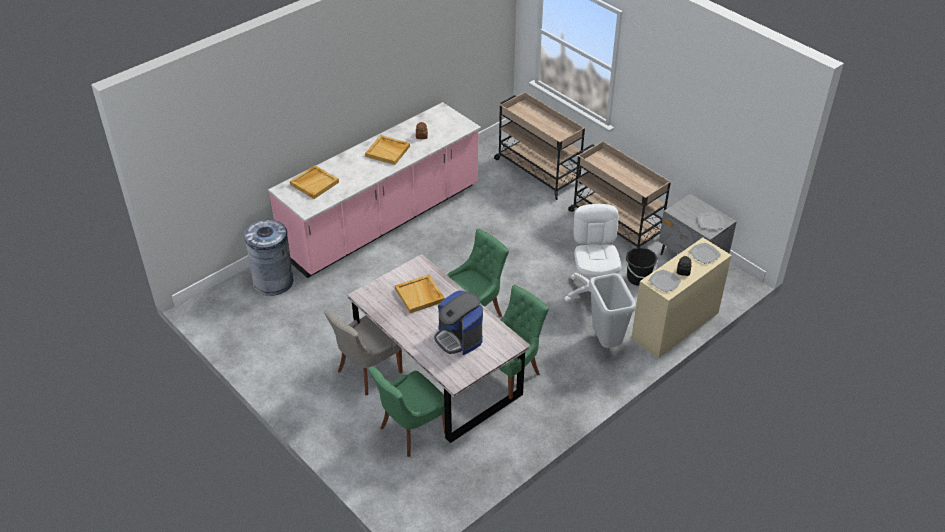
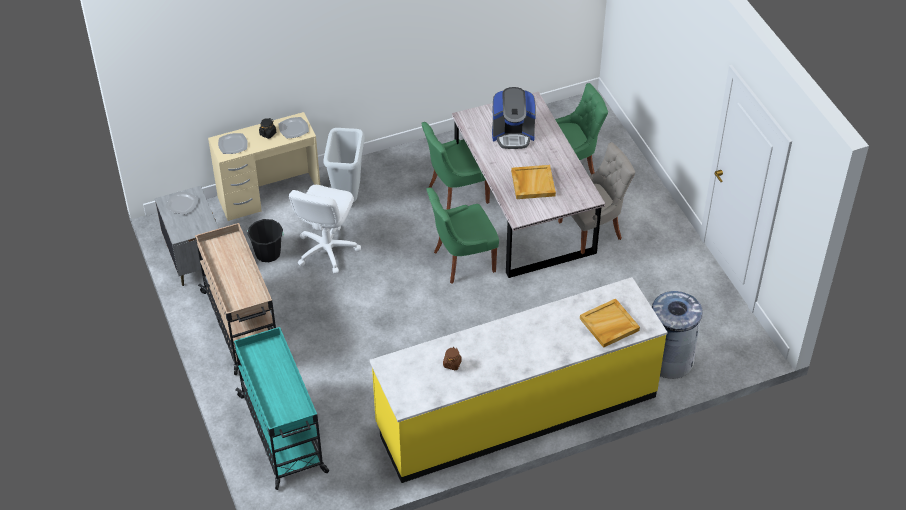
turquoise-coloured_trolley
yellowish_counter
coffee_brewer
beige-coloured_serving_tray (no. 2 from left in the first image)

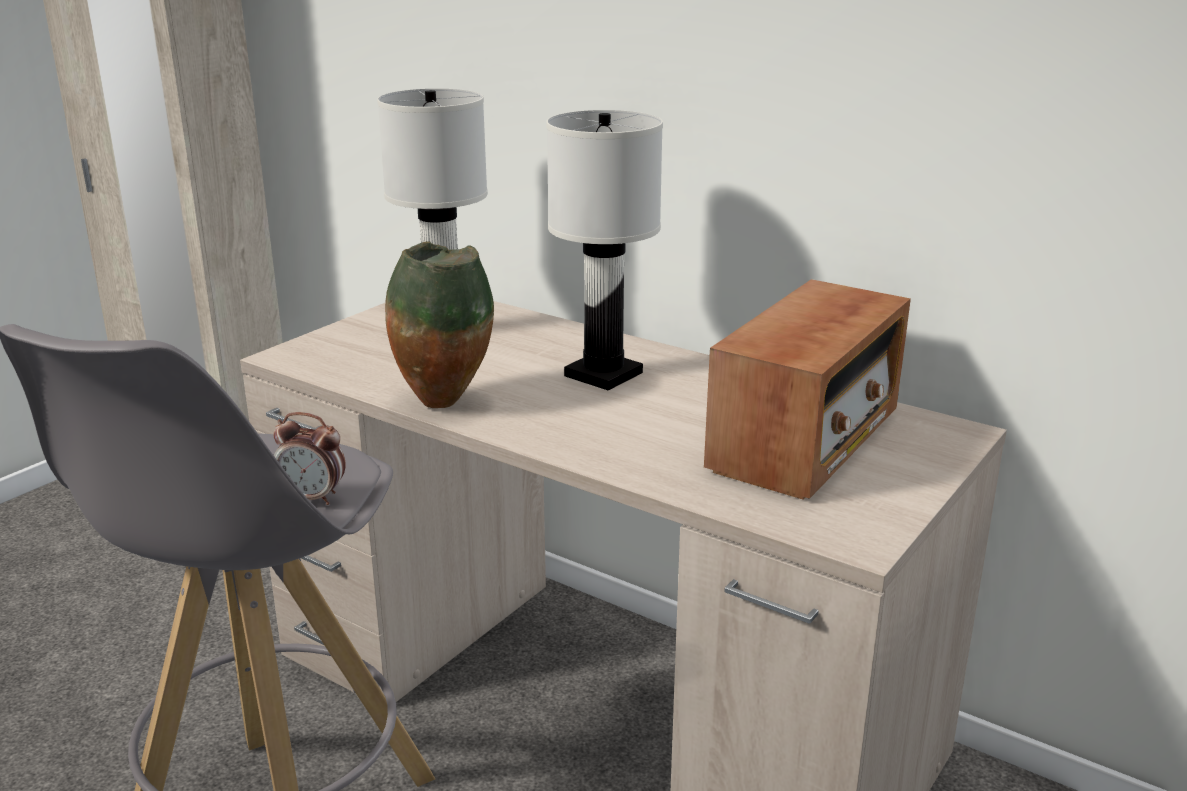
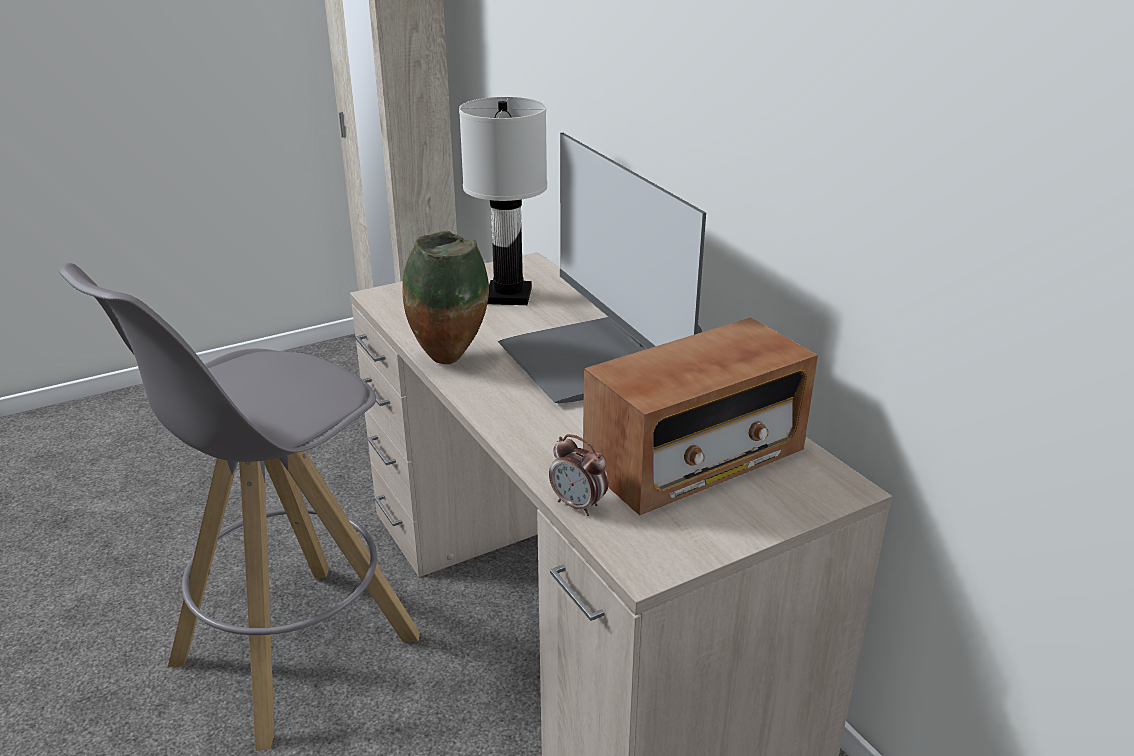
computer_display
table_clock

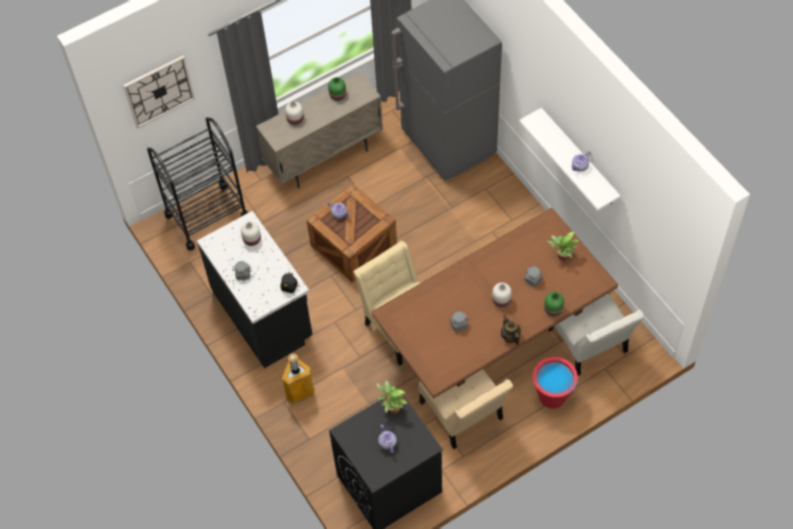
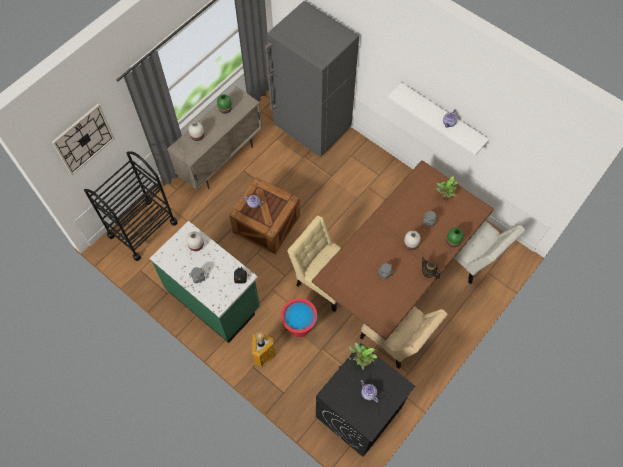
green_counter
red-coloured_water_bucket

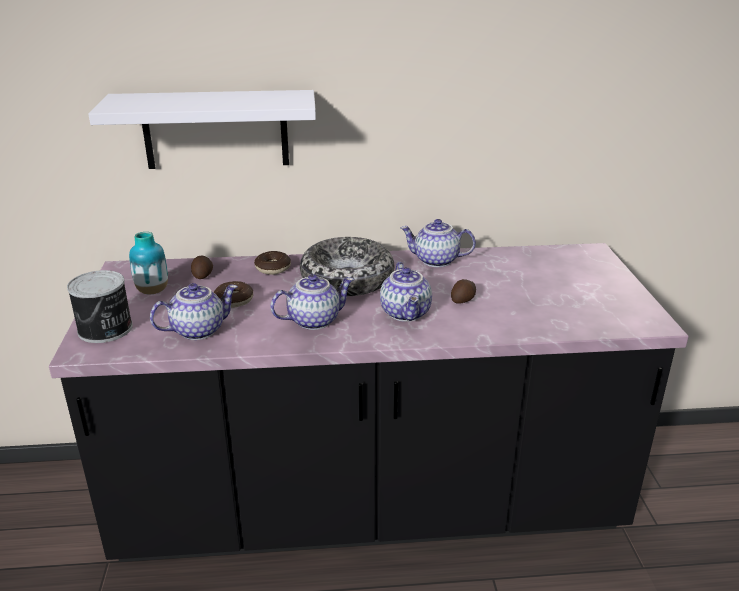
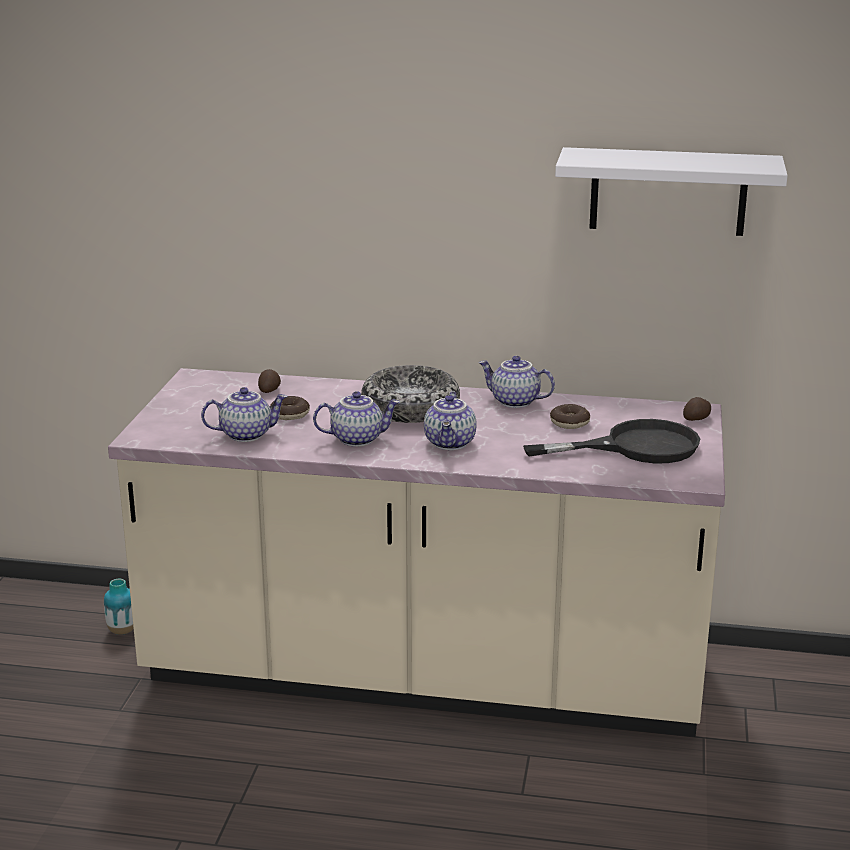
flower_vase
beige-coloured_counter
black-coloured_frying_pan
doughnut (no. 2 from left)
white-coloured_wall_shelf
spud (no. 2 from left)
can

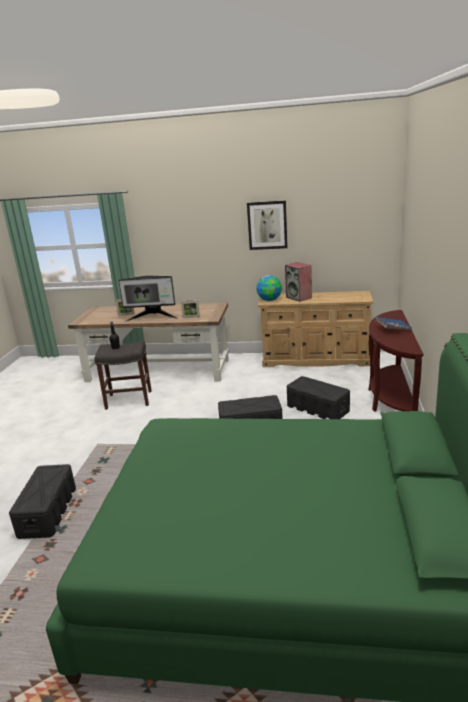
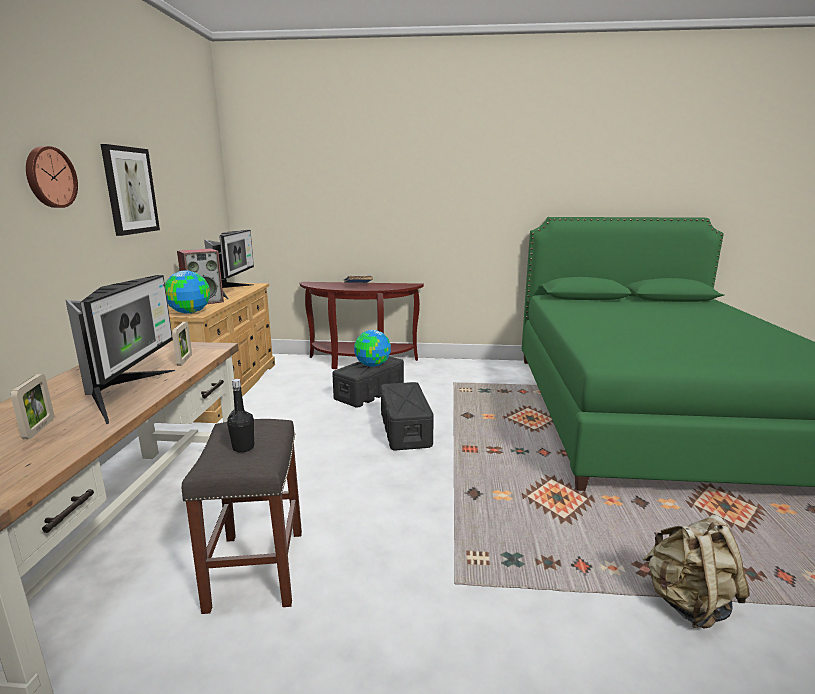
hanging_clock
computer_display (no. 2 from left)
globe (no. 2 from left)
beige-coloured_knapsack

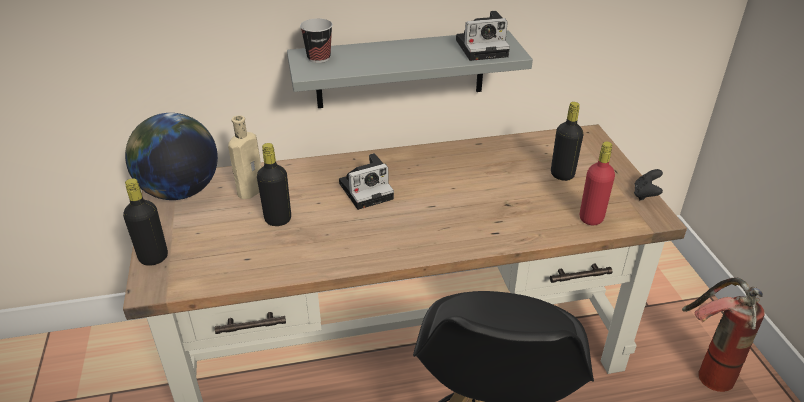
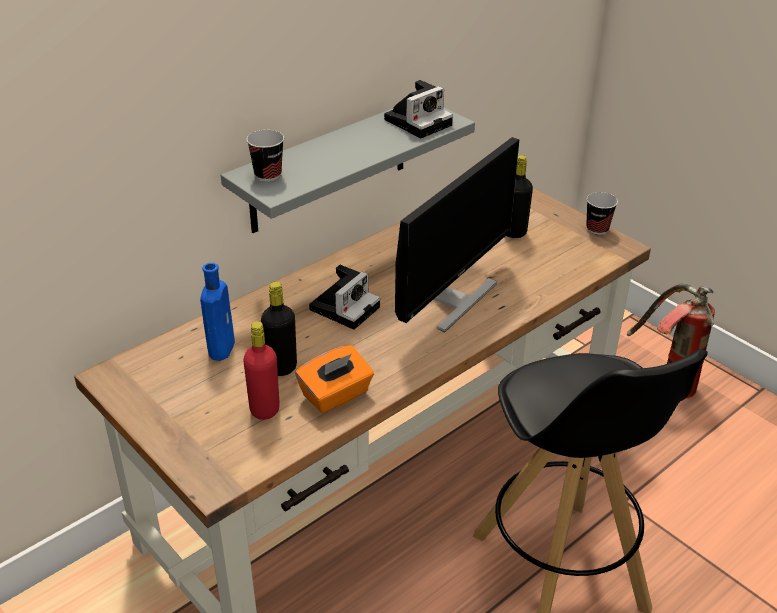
bluish_bottle
red-coloured_bottle
orangey_tissue_box
computer_display
cup (no. 2 from left)
black-coloured_bottle (no. 1 from left in the first image)
globe

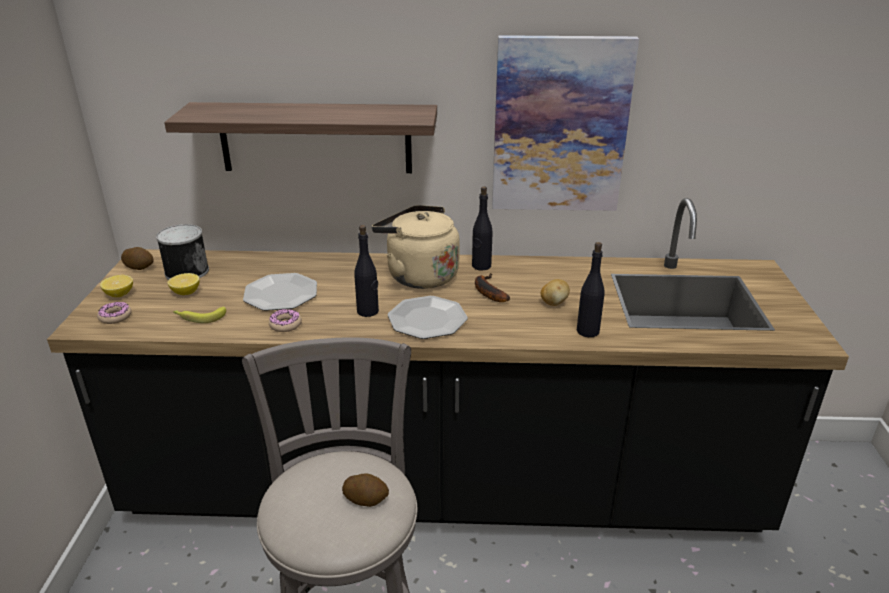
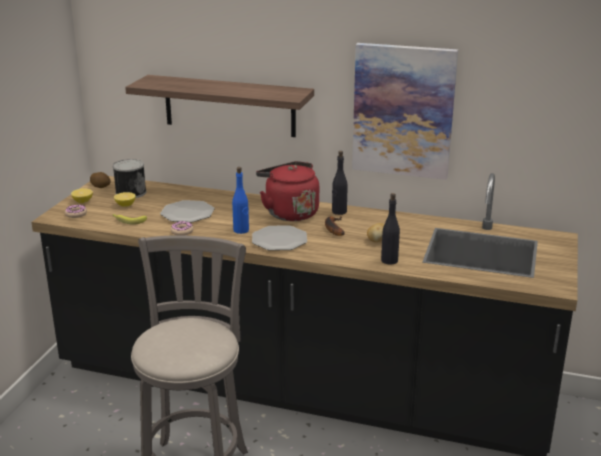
bluish_bottle
red-coloured_kettle
spud (no. 2 from left in the first image)

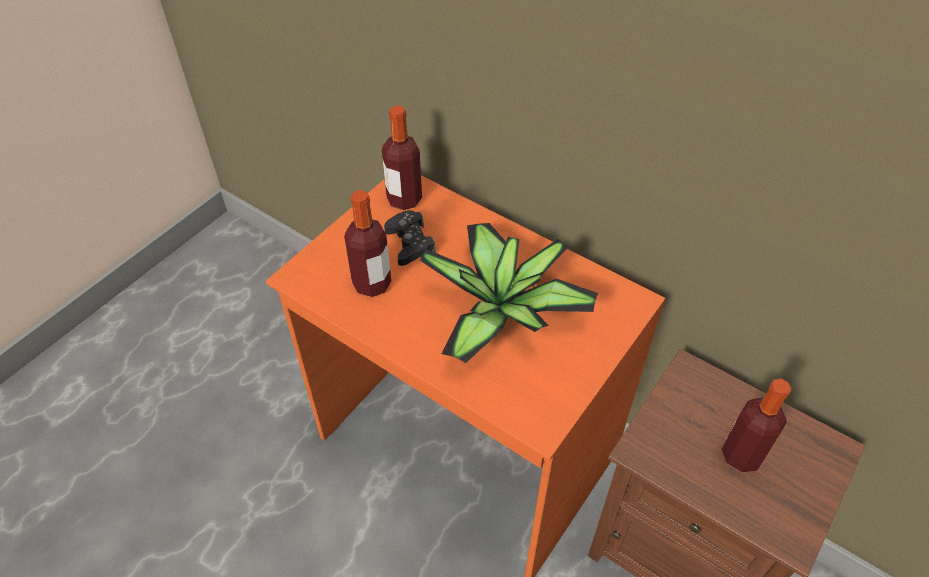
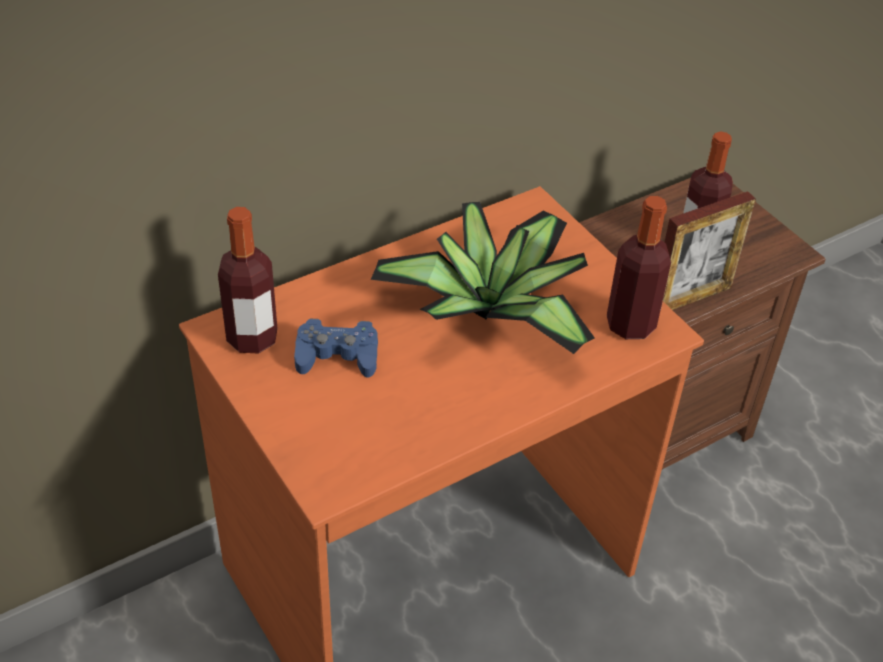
bluish_game_controller
bottle (no. 2 from left)
picture_frame

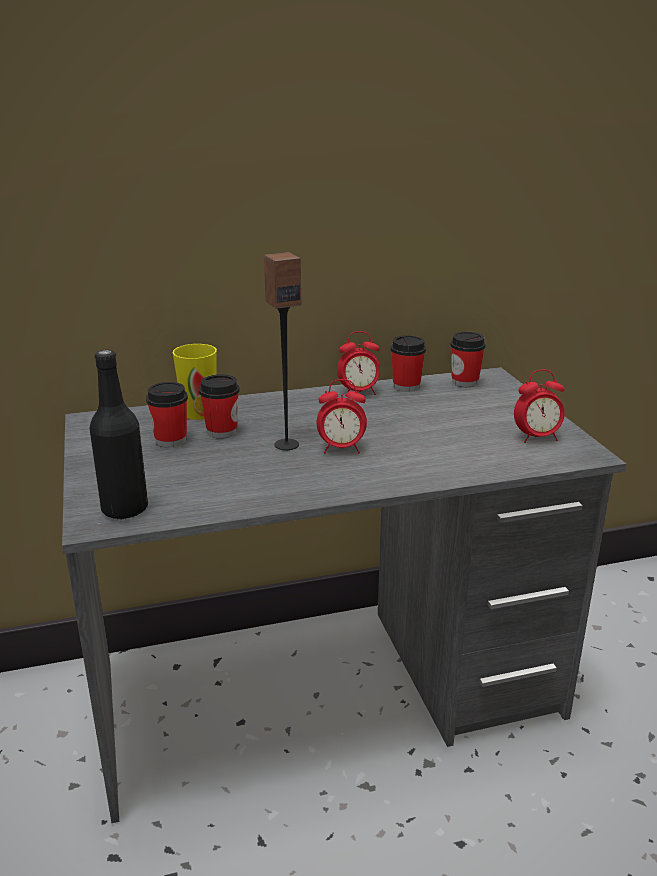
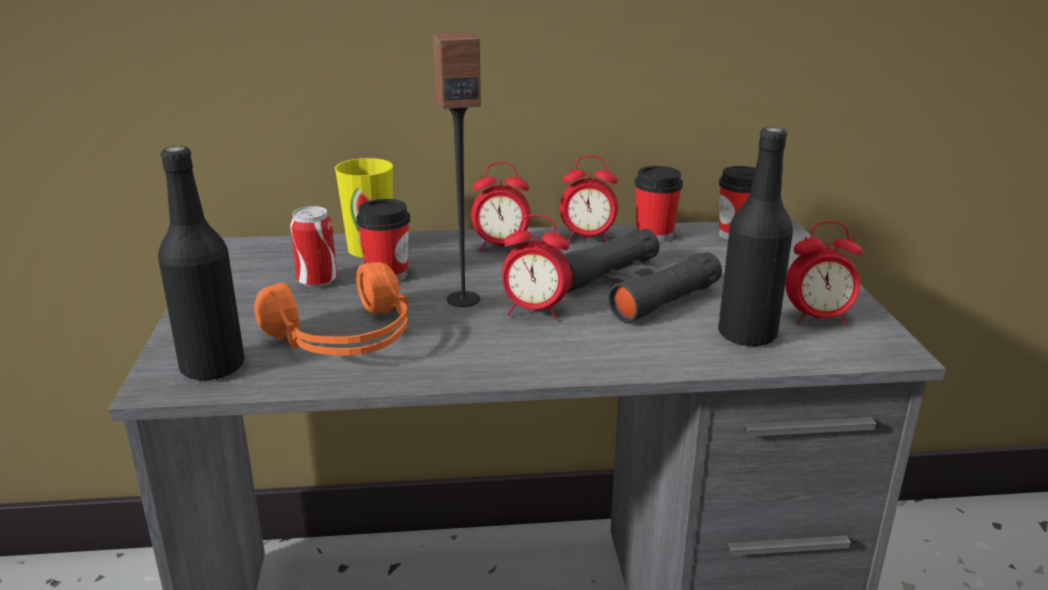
orangey_headset
can
table_clock (no. 1 from left)
black-coloured_field_glasses
black-coloured_bottle (no. 2 from left)

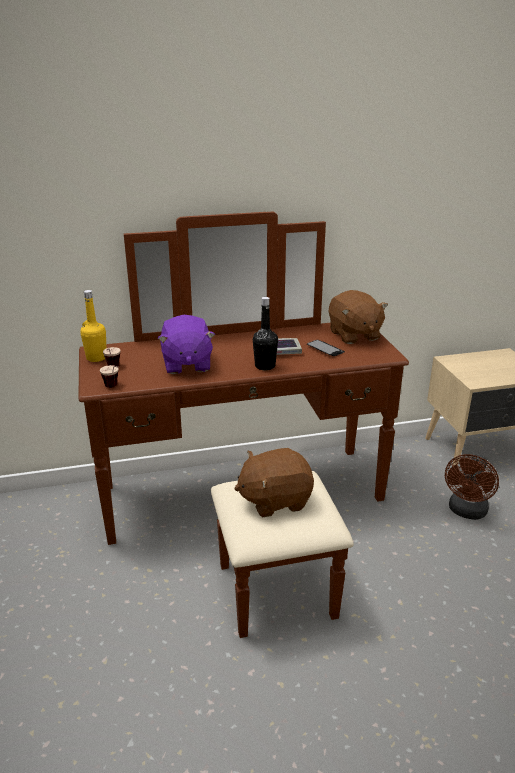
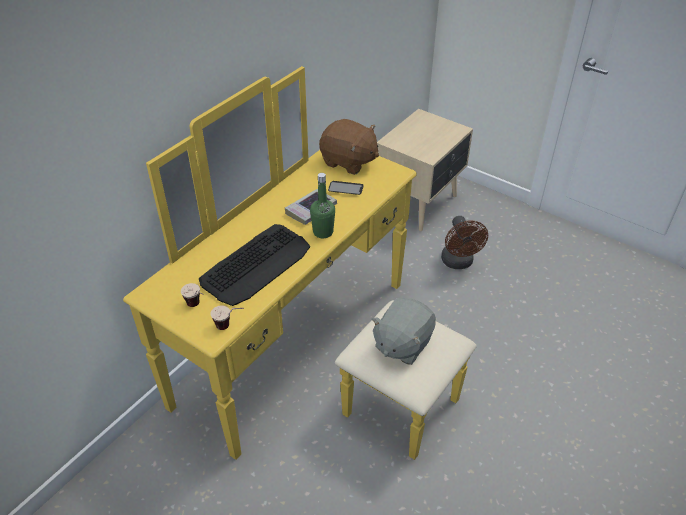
yellowish_chest_of_drawers
PC_keyboard
green_bottle
grey_plush_toy
yellowish_bottle

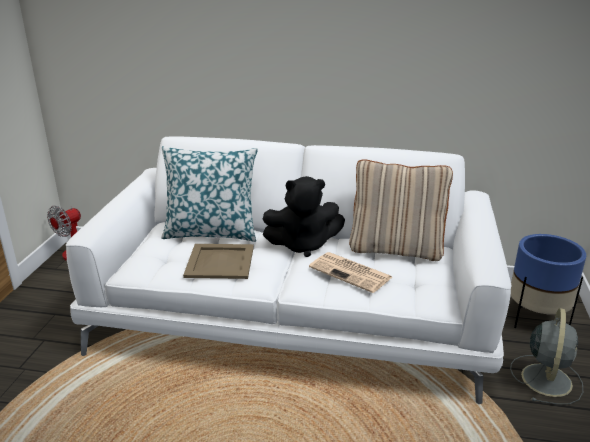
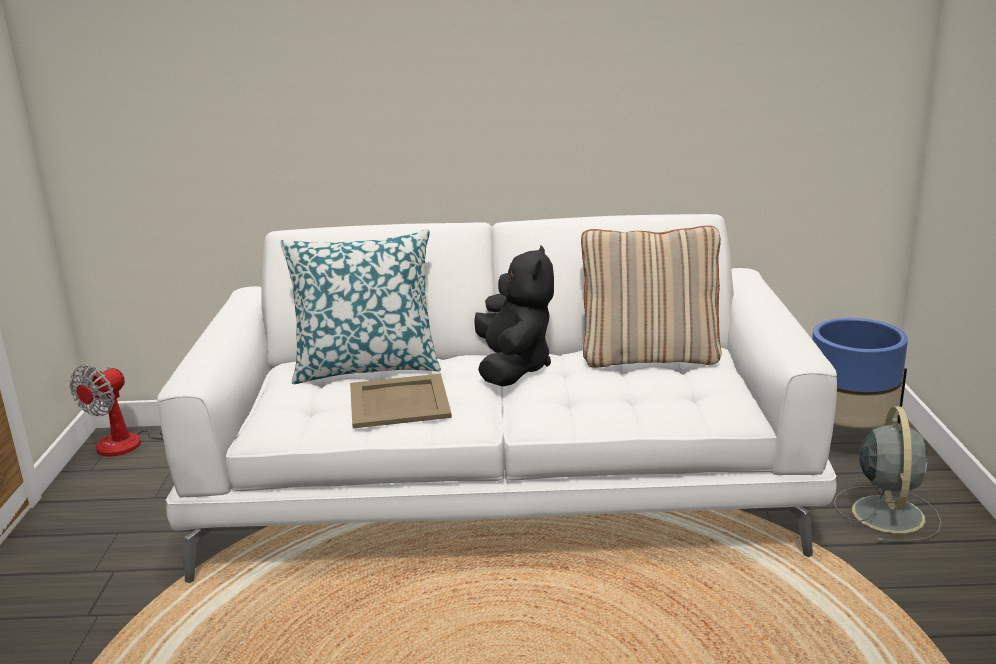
black-coloured_plush_toy
printed_paper

